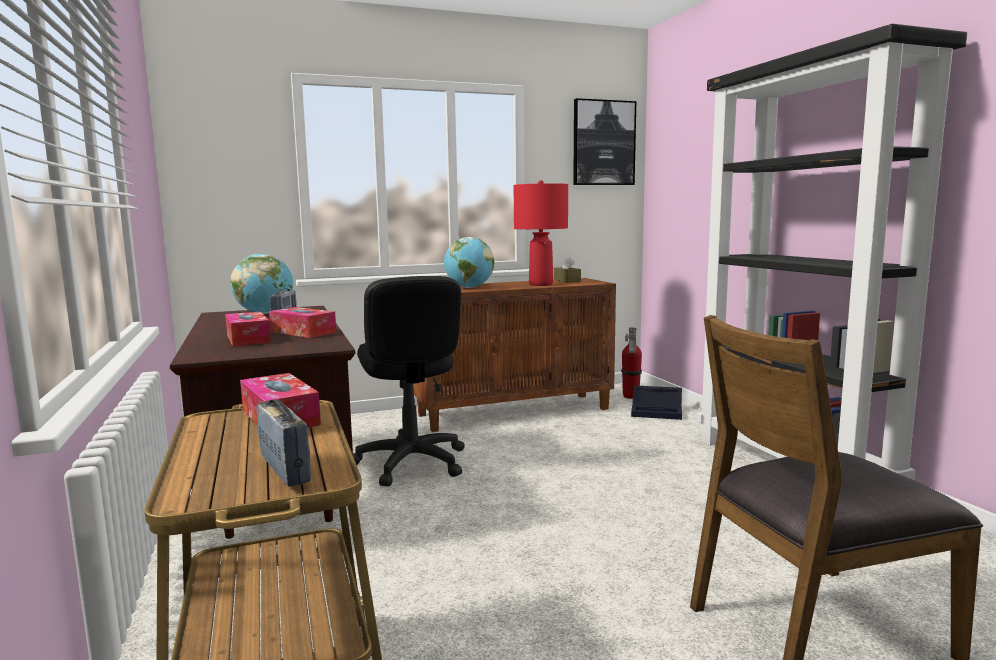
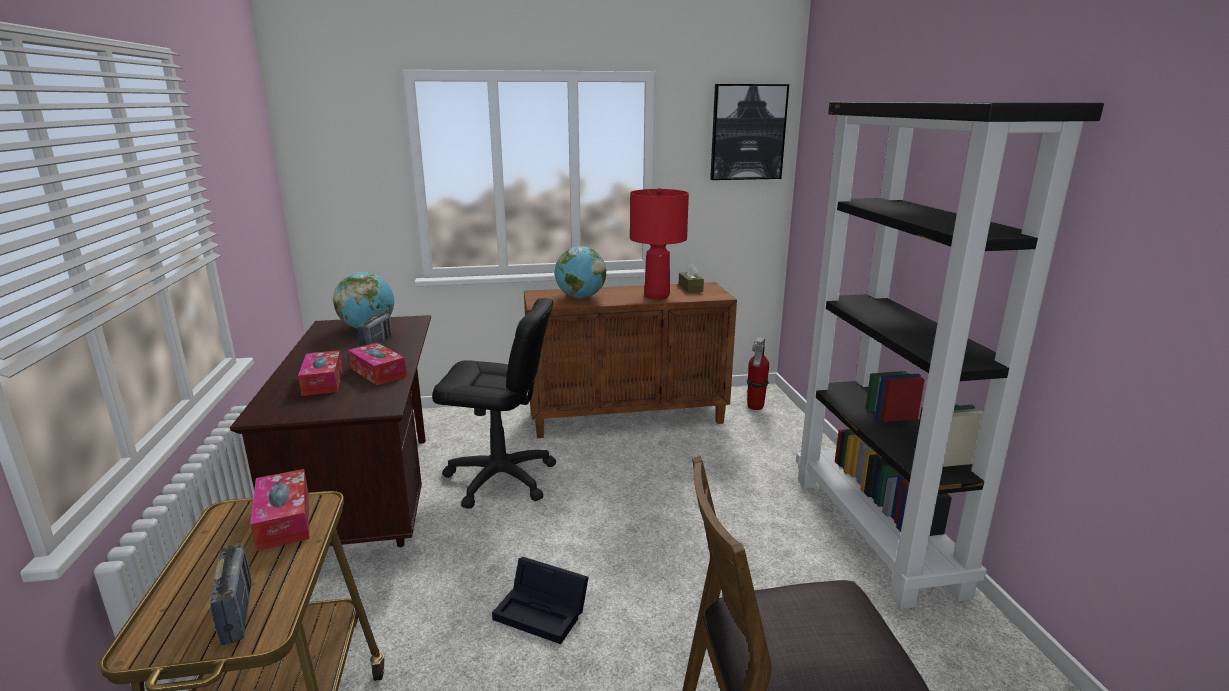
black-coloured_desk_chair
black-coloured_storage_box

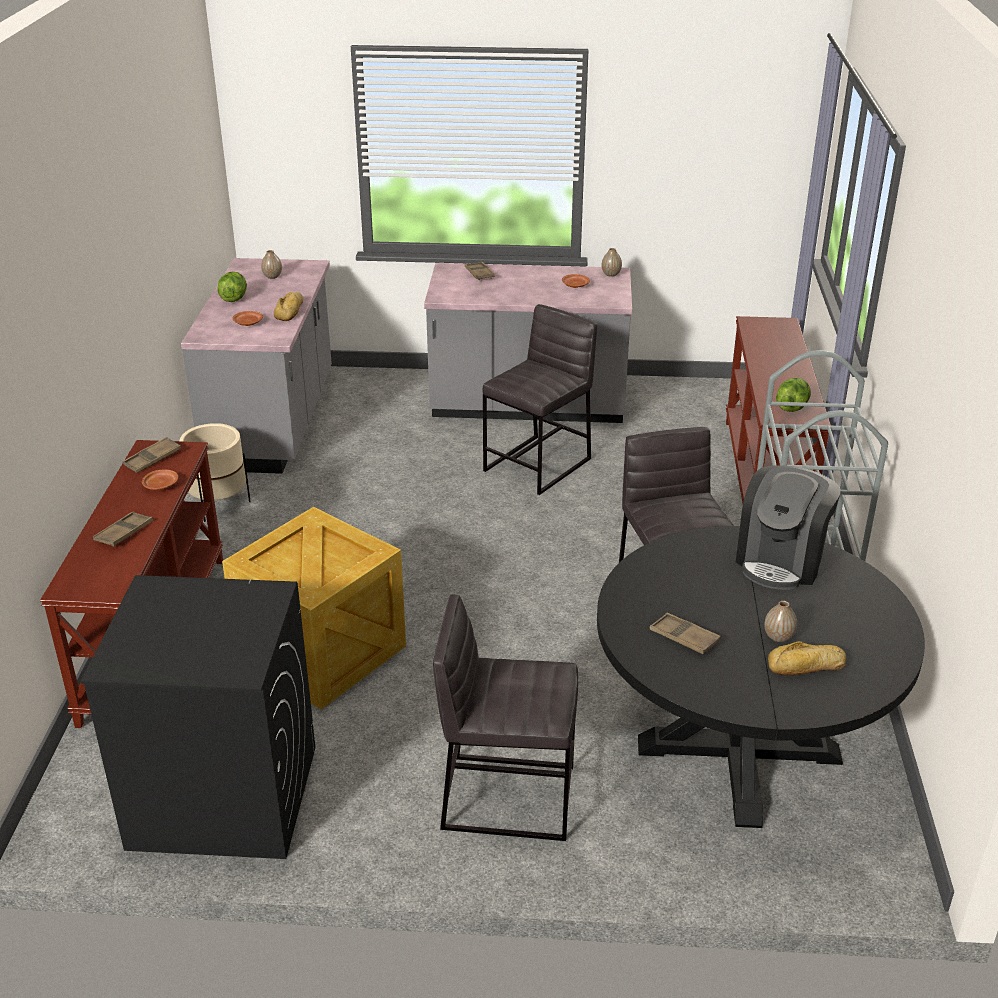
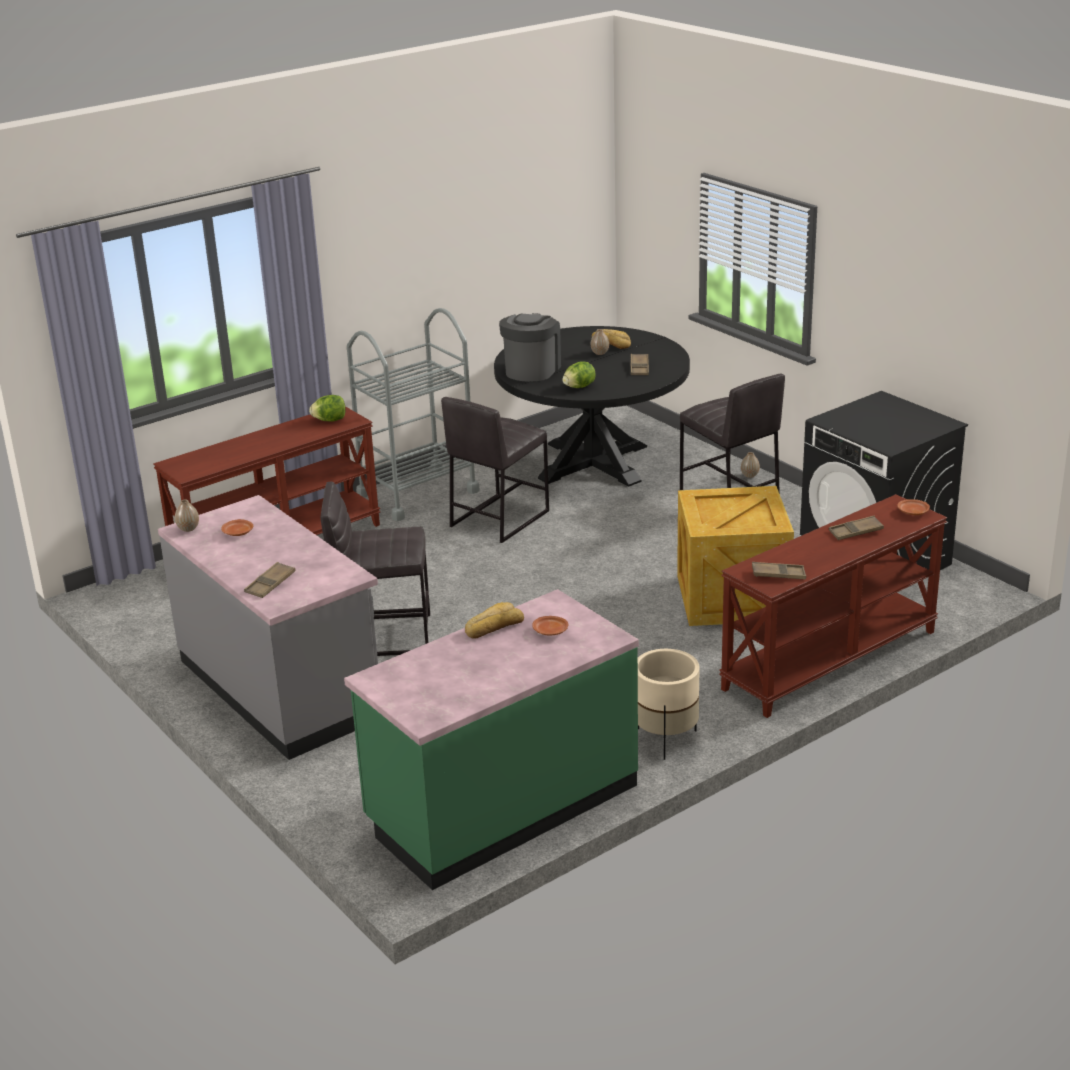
green_counter
coffee_brewer
head_of_lettuce (no. 2 from left)
flower_vase (no. 3 from left)
brownish_plate (no. 3 from left)

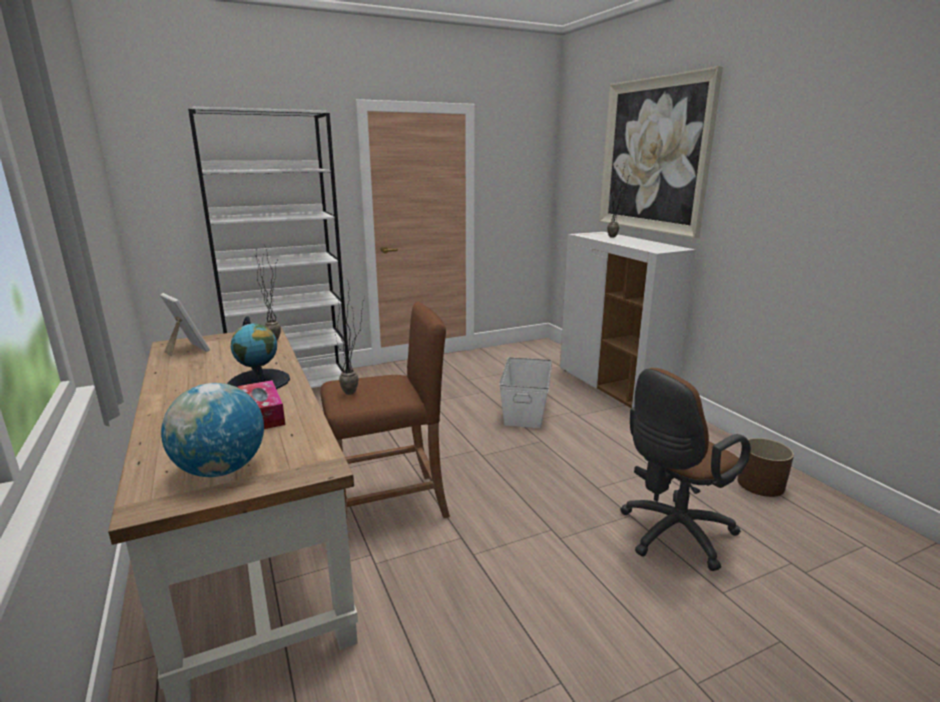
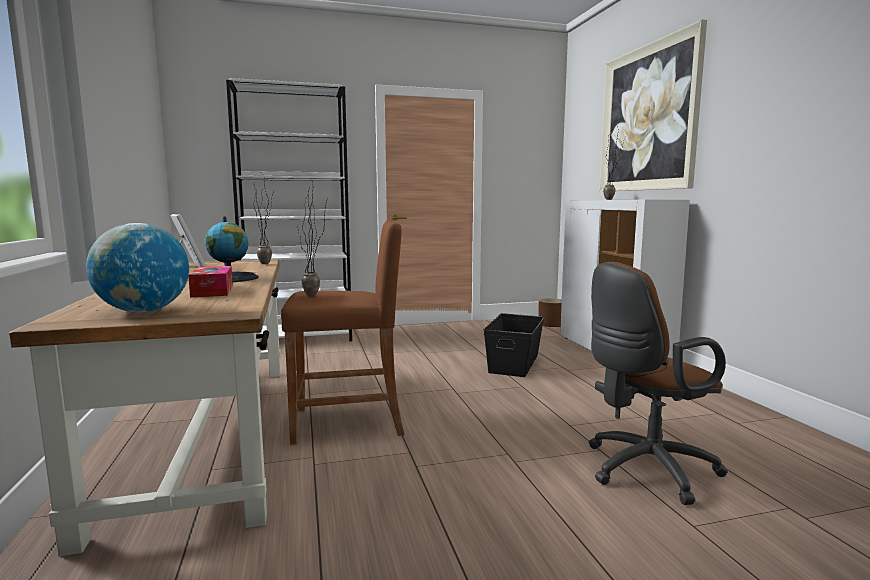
black-coloured_storage_box
brownish_plant_pot

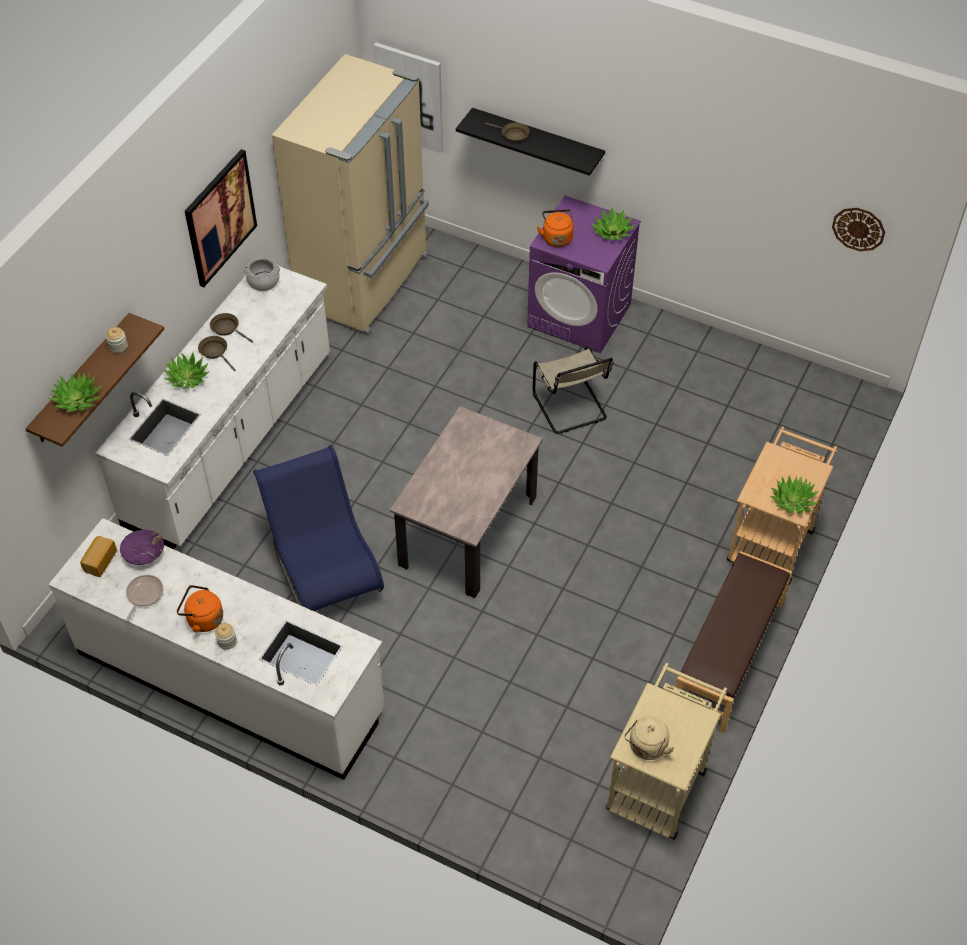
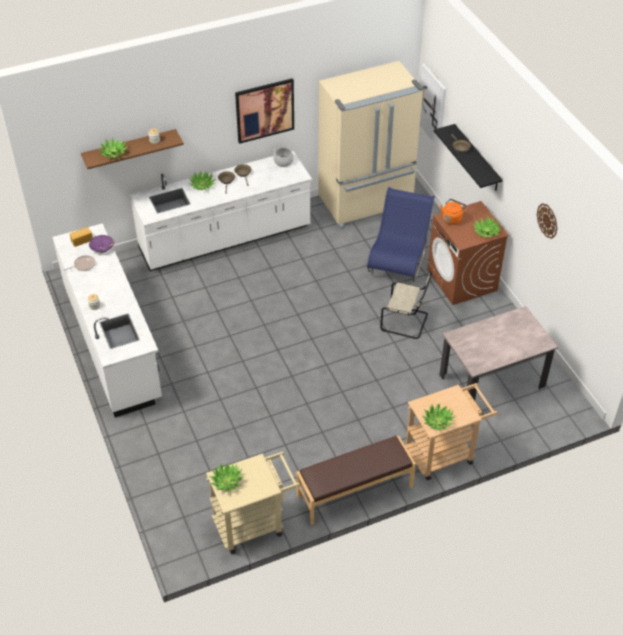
houseplant (no. 3 from left)
bluish_upright_chair
beige-coloured_upright_chair
brownish_laundry_machine
beige-coloured_kitchen_table
hanging_clock
orangey_kettle (no. 1 from left in the first image)

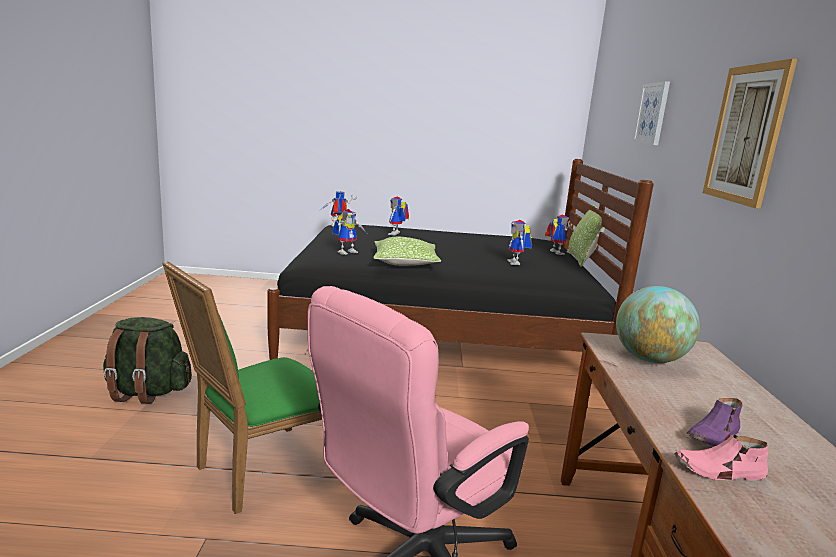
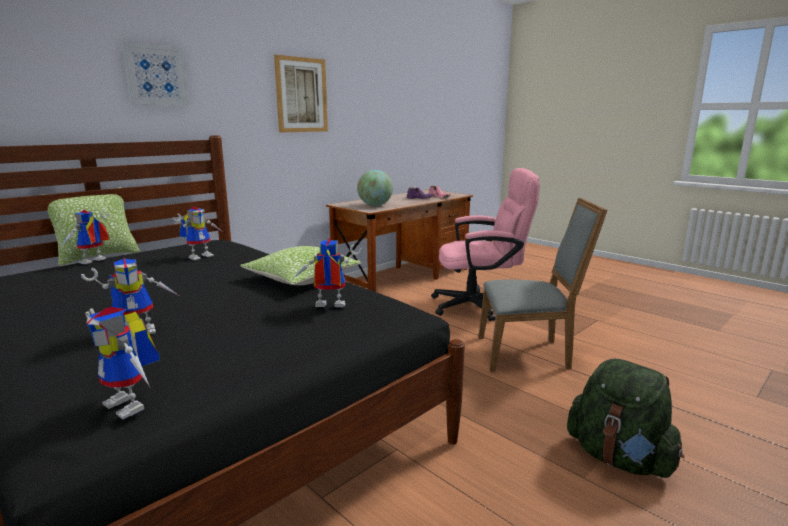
grey_upright_chair

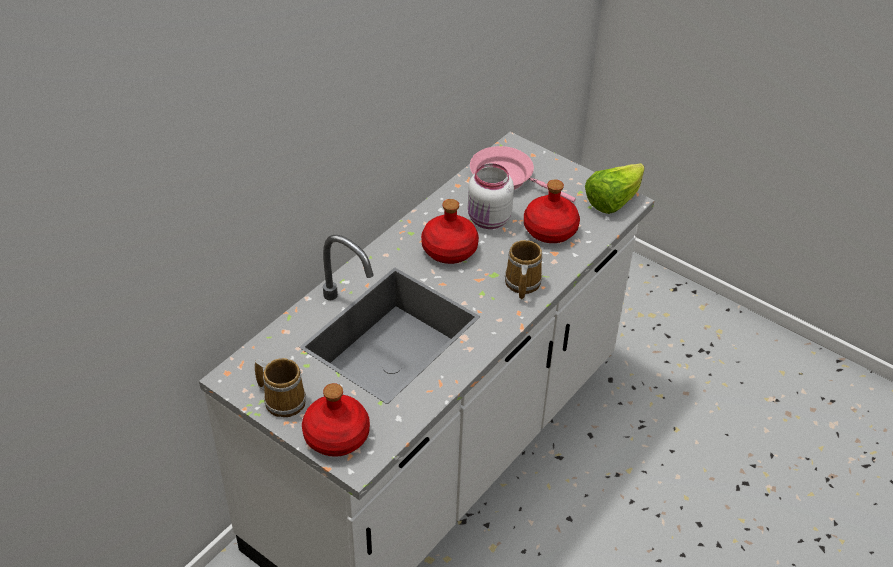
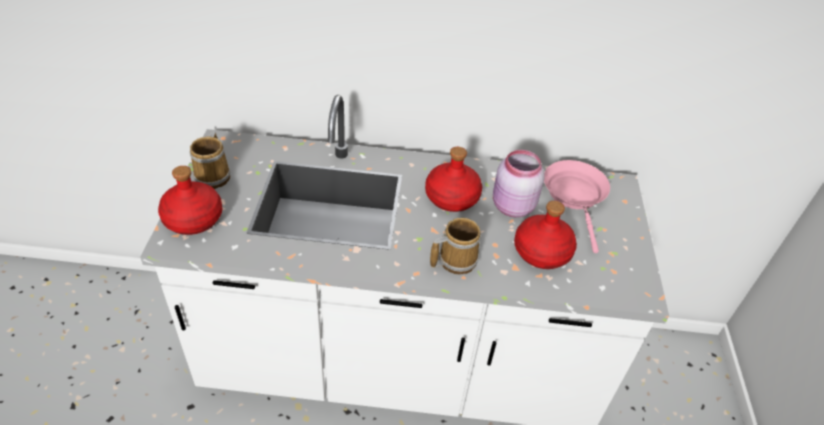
pink_storage_jar
head_of_lettuce

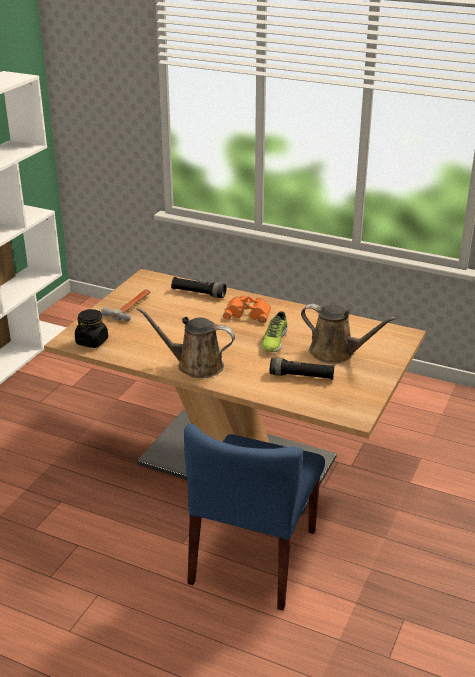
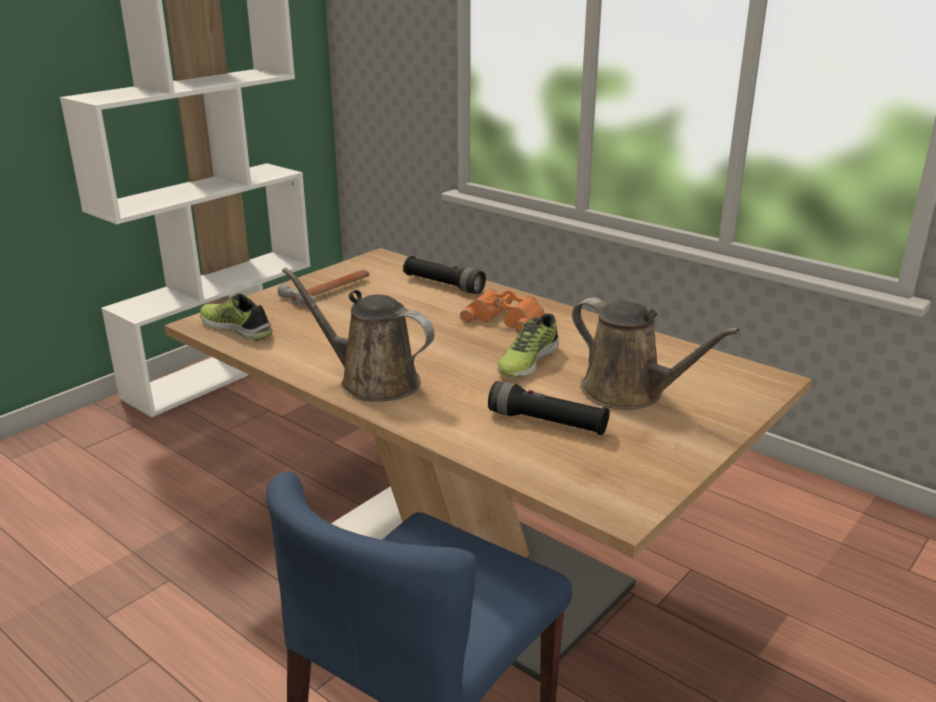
item_of_footwear (no. 1 from left)

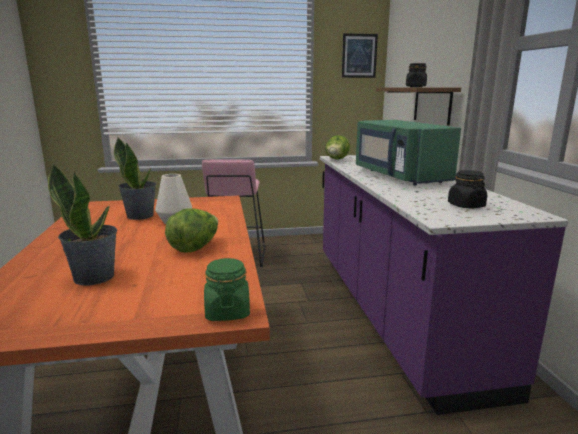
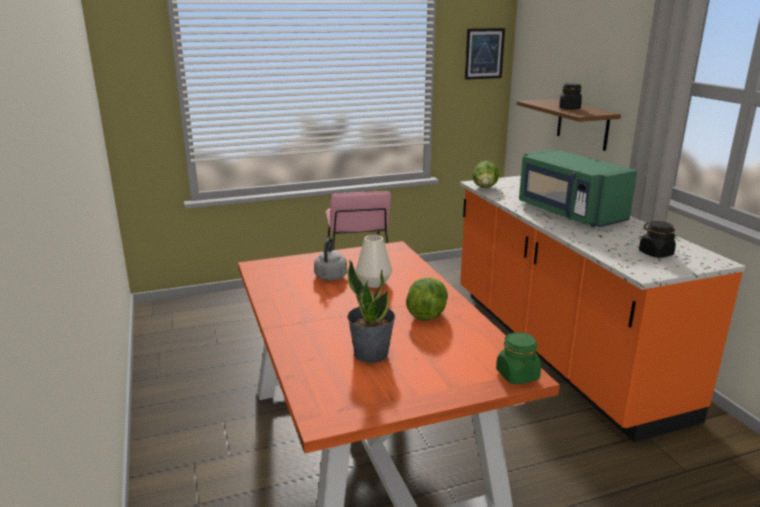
grey_kettle
orangey_counter

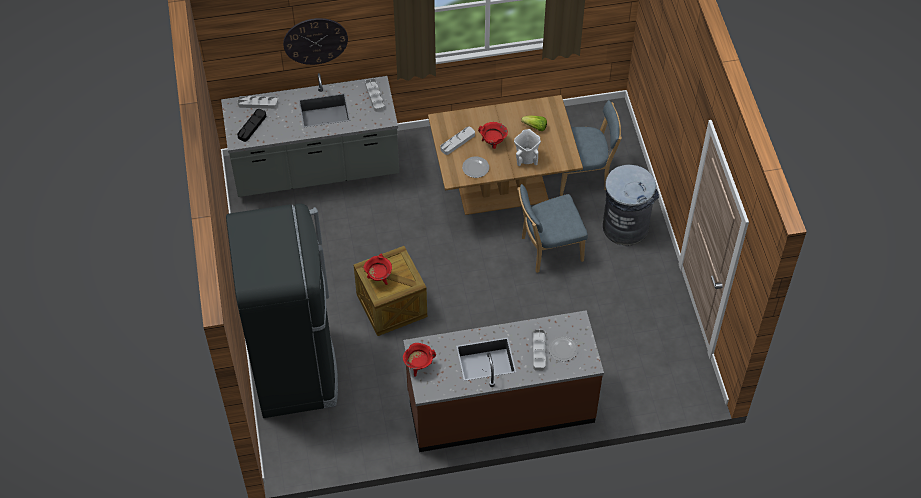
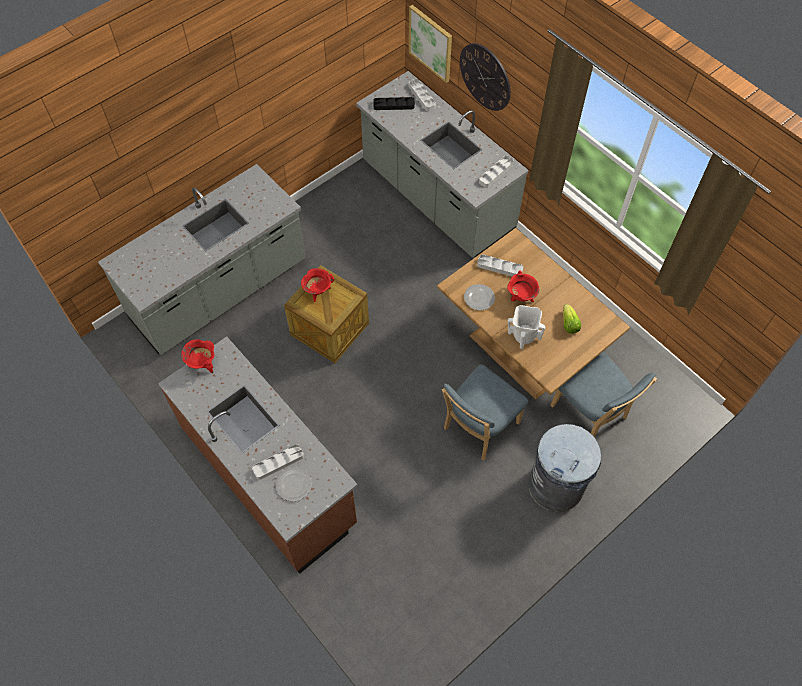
grey_counter (no. 1 from left)
picture
bluish_upright_chair (no. 1 from left)

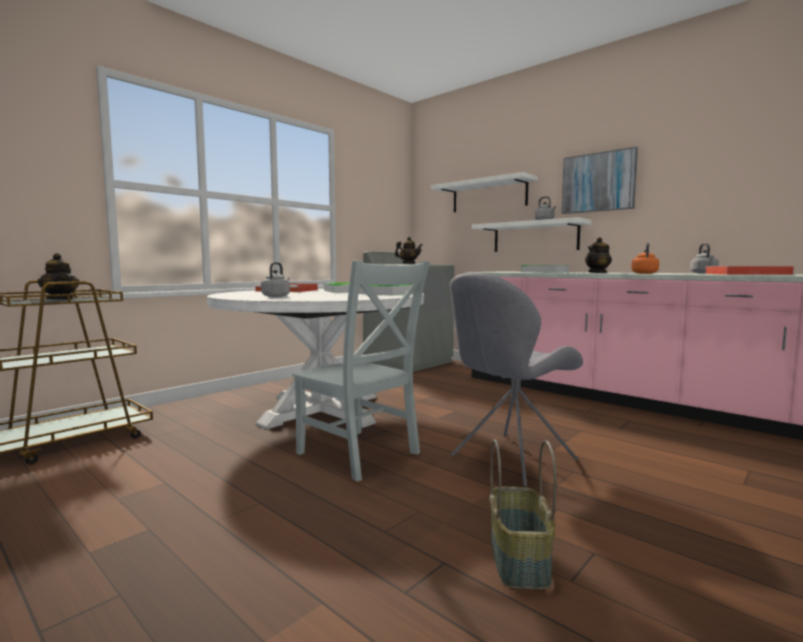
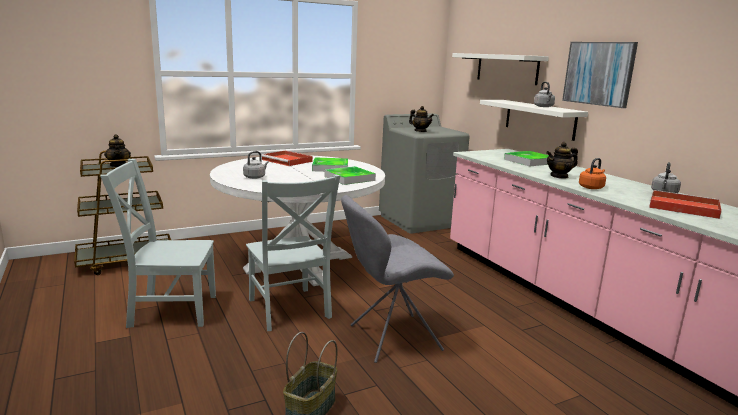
grey_upright_chair (no. 1 from left)

